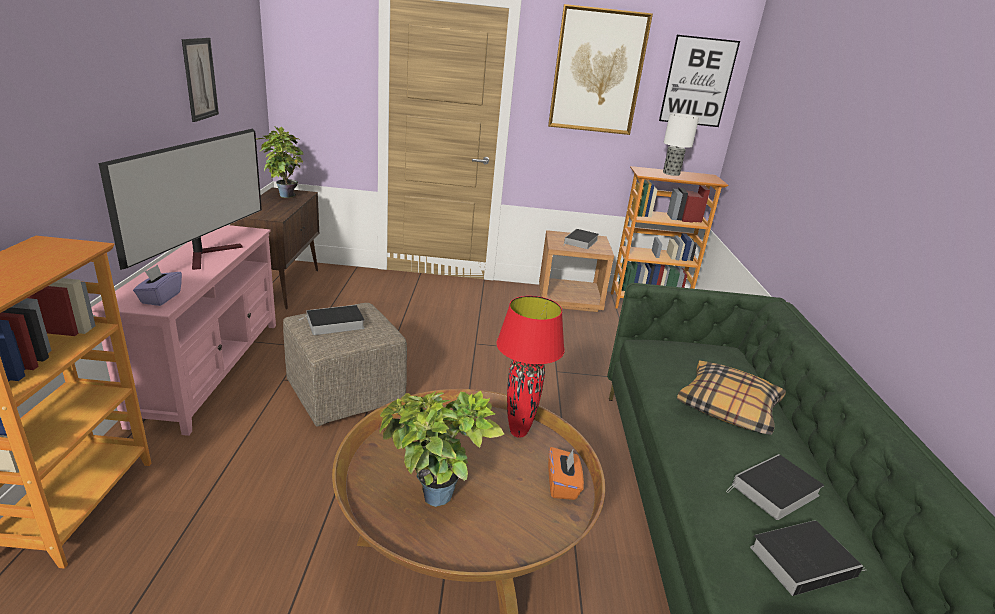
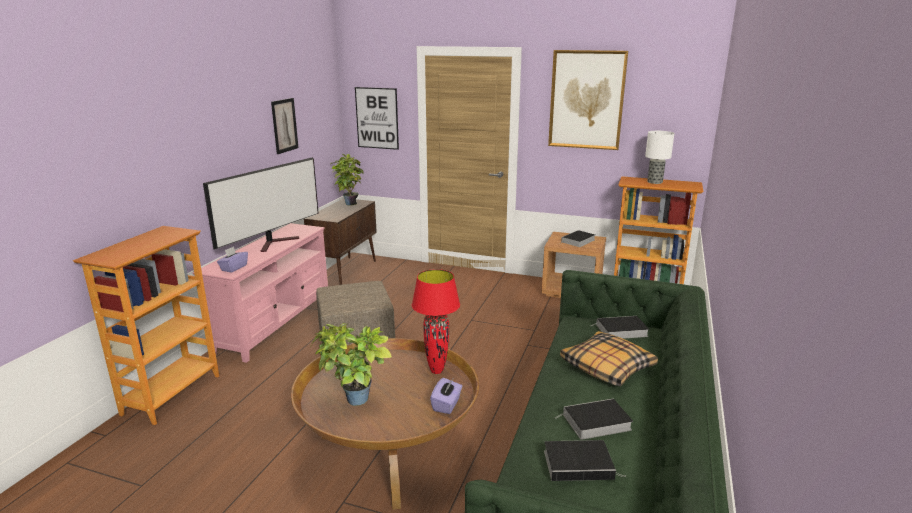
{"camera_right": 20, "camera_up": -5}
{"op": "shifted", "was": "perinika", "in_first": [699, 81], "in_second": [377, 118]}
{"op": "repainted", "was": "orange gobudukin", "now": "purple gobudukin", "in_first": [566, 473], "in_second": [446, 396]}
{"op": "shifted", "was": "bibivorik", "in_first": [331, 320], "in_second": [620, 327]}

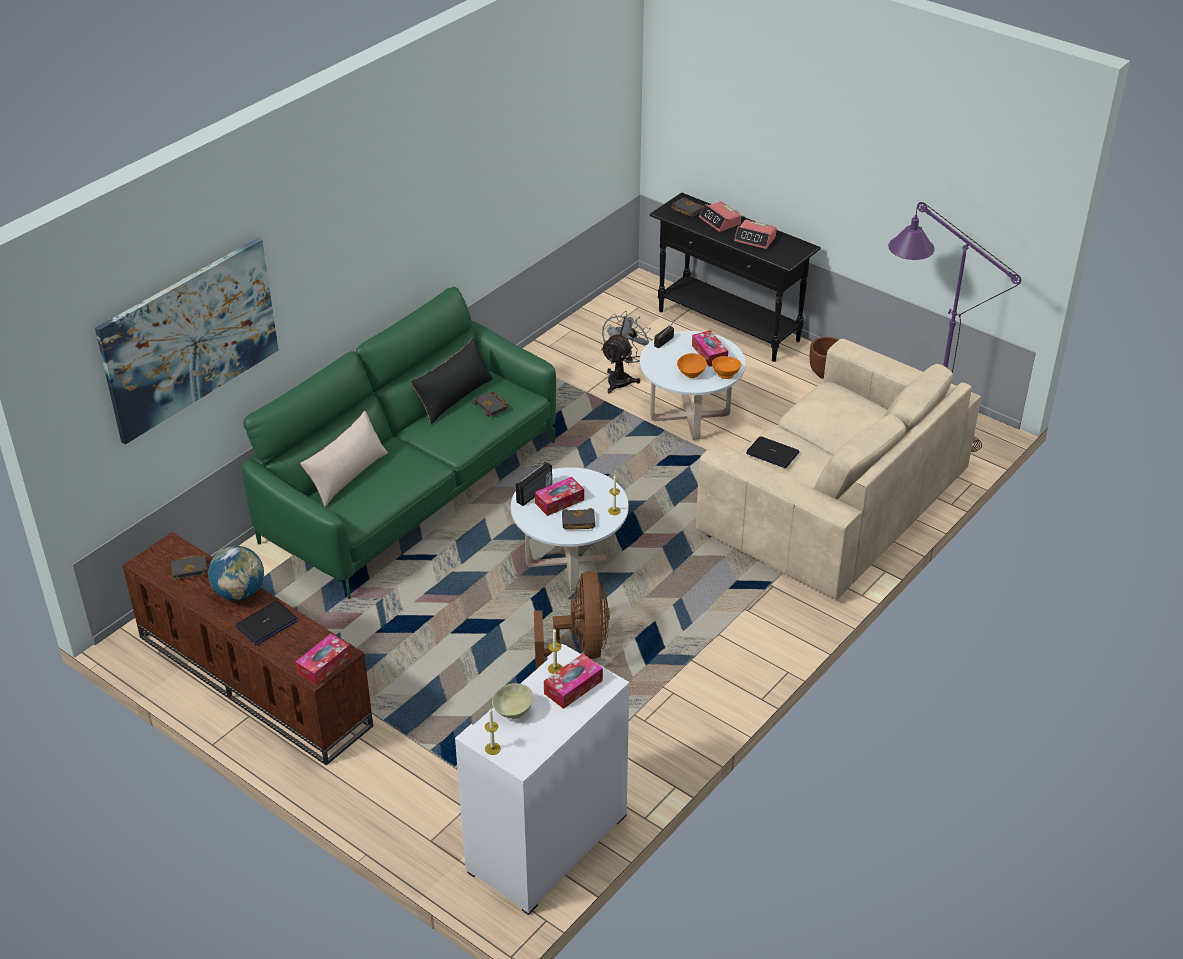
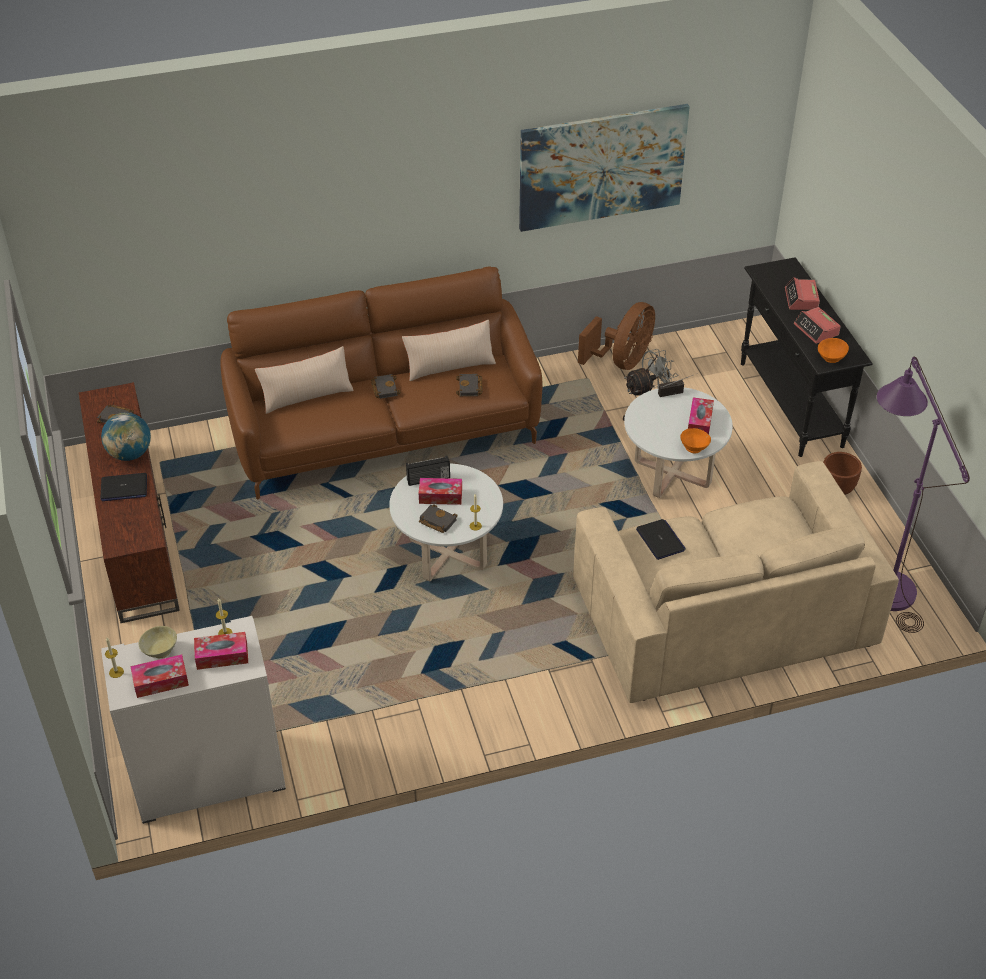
{"camera_right": 35, "camera_up": 5}
{"op": "shifted", "was": "gobudukin", "in_first": [323, 659], "in_second": [160, 676]}
{"op": "repainted", "was": "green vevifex", "now": "brown vevifex", "in_first": [399, 443], "in_second": [381, 382]}
{"op": "shifted", "was": "black bibivorik", "in_first": [687, 207], "in_second": [386, 386]}
{"op": "repainted", "was": "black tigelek", "now": "beige tigelek", "in_first": [452, 381], "in_second": [449, 350]}
{"op": "shifted", "was": "perinika", "in_first": [187, 341], "in_second": [604, 168]}
{"op": "shifted", "was": "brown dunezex", "in_first": [572, 620], "in_second": [616, 336]}
{"op": "shifted", "was": "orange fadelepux", "in_first": [692, 365], "in_second": [833, 350]}

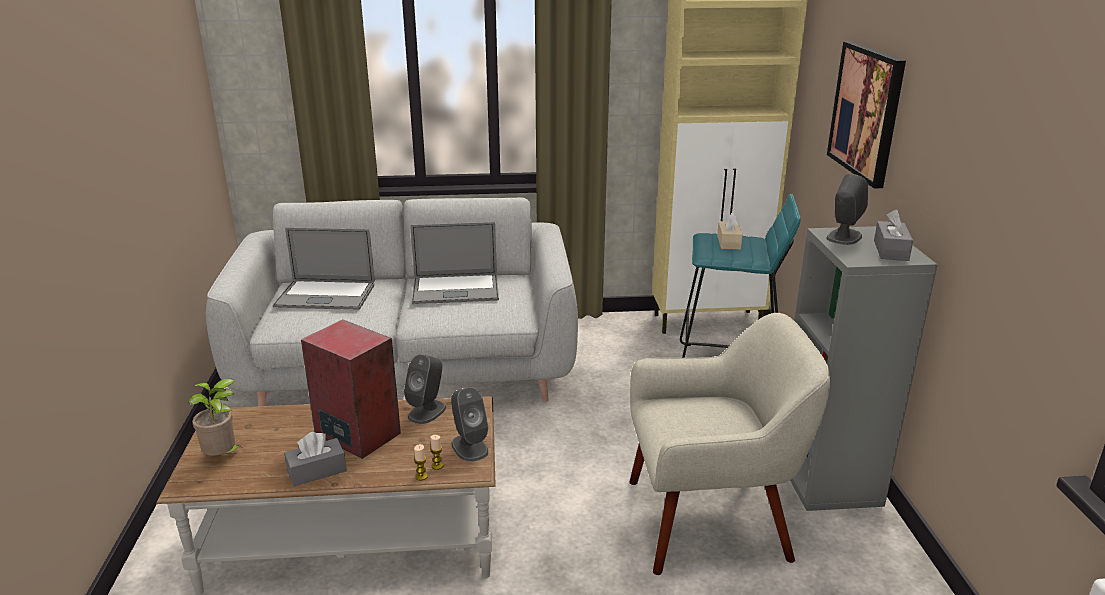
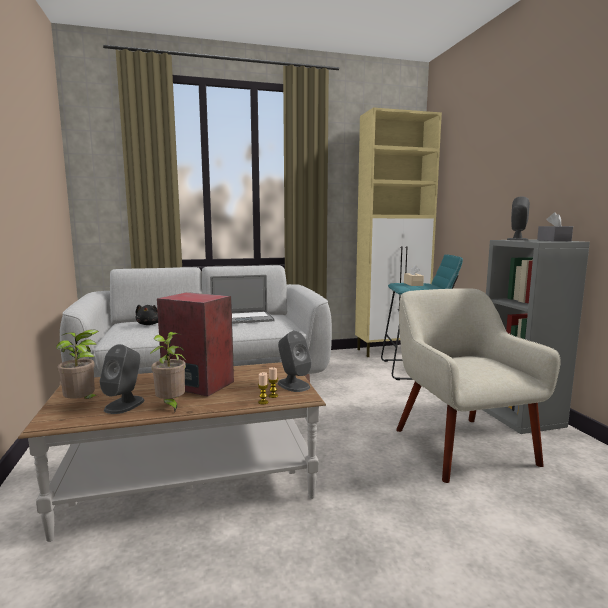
{"camera_right": -10, "camera_up": -15}
{"op": "shifted", "was": "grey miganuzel", "in_first": [425, 389], "in_second": [121, 379]}
{"op": "swapped", "was": "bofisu", "now": "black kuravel", "in_first": [324, 268], "in_second": [147, 315]}
{"op": "swapped", "was": "grey gobudukin", "now": "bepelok", "in_first": [315, 459], "in_second": [168, 372]}
{"op": "rotated", "was": "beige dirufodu", "in_first": [729, 444], "in_second": [478, 385], "clockwise": -90}
{"op": "gone", "was": "perinika", "in_first": [866, 114]}

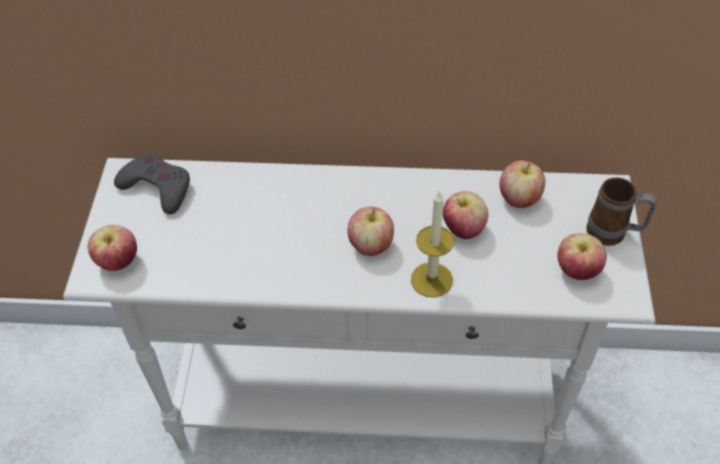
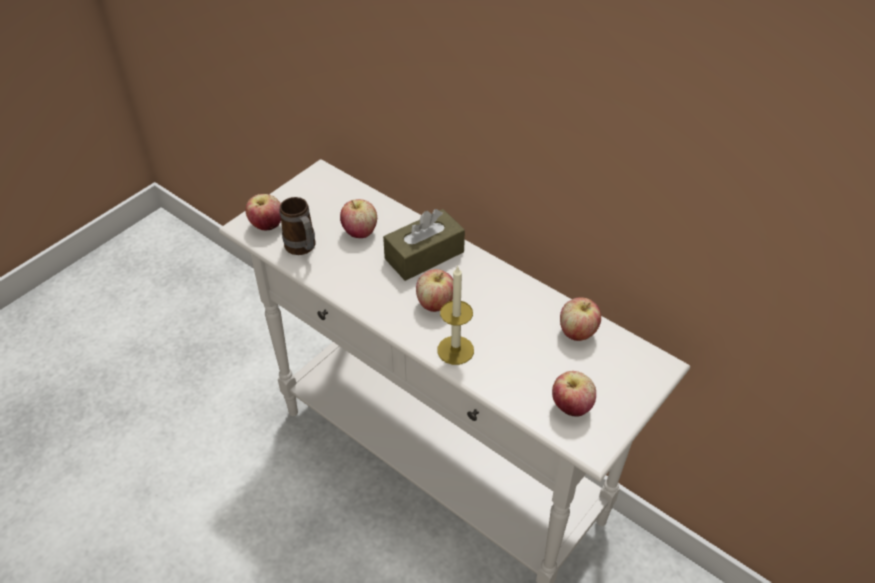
{"camera_right": 35, "camera_up": -5}
{"op": "shifted", "was": "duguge", "in_first": [621, 211], "in_second": [297, 226]}
{"op": "shifted", "was": "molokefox", "in_first": [465, 215], "in_second": [358, 218]}
{"op": "new", "now": "brown gobudukin", "in_second": [424, 245]}
{"op": "gone", "was": "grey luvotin", "in_first": [152, 184]}

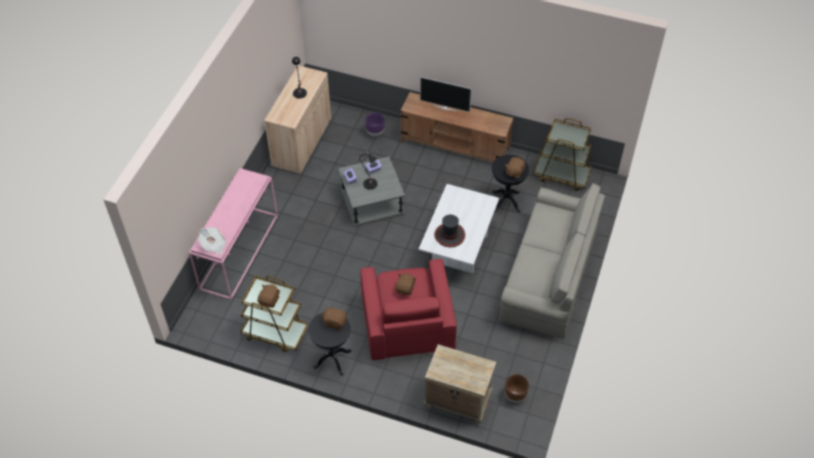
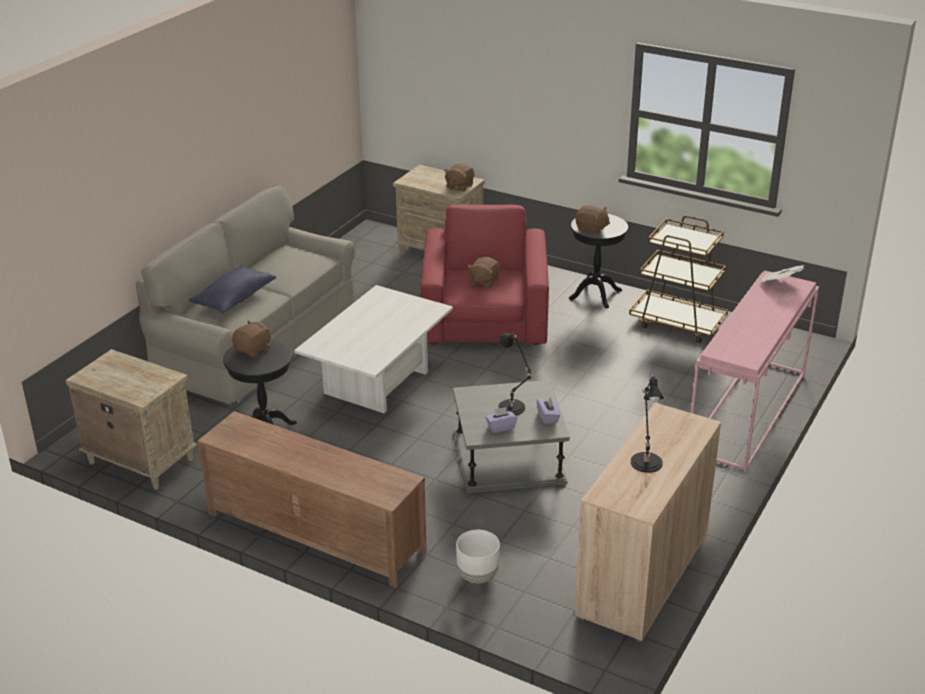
{"camera_right": -170, "camera_up": -20}
{"op": "swapped", "was": "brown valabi", "now": "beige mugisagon", "in_first": [562, 154], "in_second": [132, 419]}
{"op": "new", "now": "blue tigelek", "in_second": [232, 289]}
{"op": "shifted", "was": "brown kuravel", "in_first": [269, 296], "in_second": [459, 177]}
{"op": "repainted", "was": "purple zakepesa", "now": "white zakepesa", "in_first": [375, 124], "in_second": [478, 557]}
{"op": "gone", "was": "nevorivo", "in_first": [446, 94]}
{"op": "gone", "was": "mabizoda", "in_first": [449, 231]}
{"op": "gone", "was": "brown zakepesa", "in_first": [517, 388]}

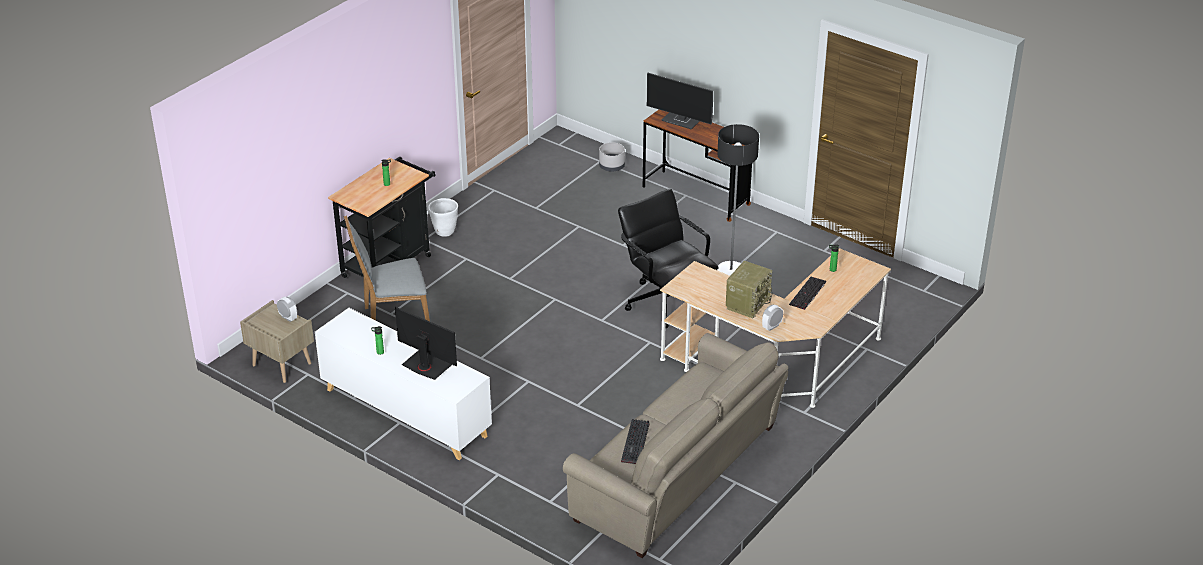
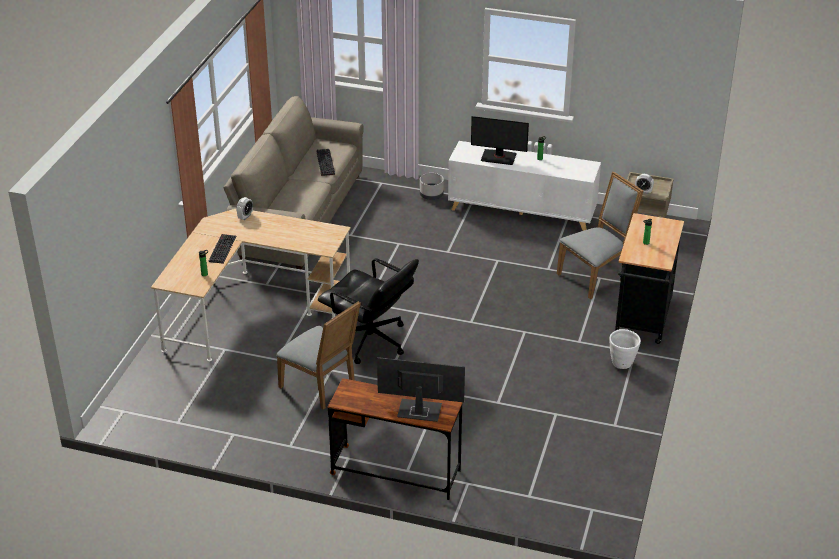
{"camera_right": 160, "camera_up": 0}
{"op": "swapped", "was": "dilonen", "now": "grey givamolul", "in_first": [738, 200], "in_second": [318, 355]}
{"op": "shifted", "was": "grey zakepesa", "in_first": [612, 157], "in_second": [432, 186]}
{"op": "gone", "was": "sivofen", "in_first": [749, 289]}

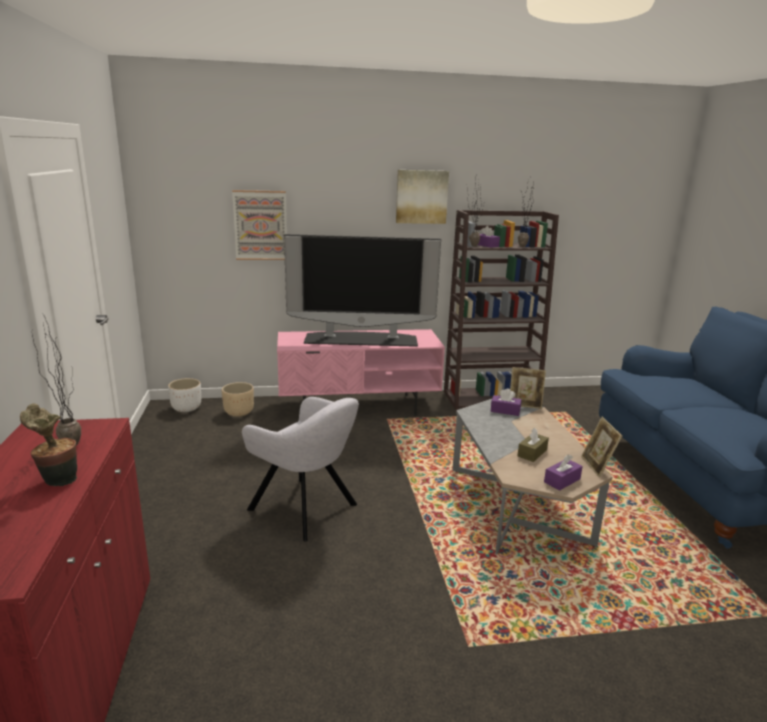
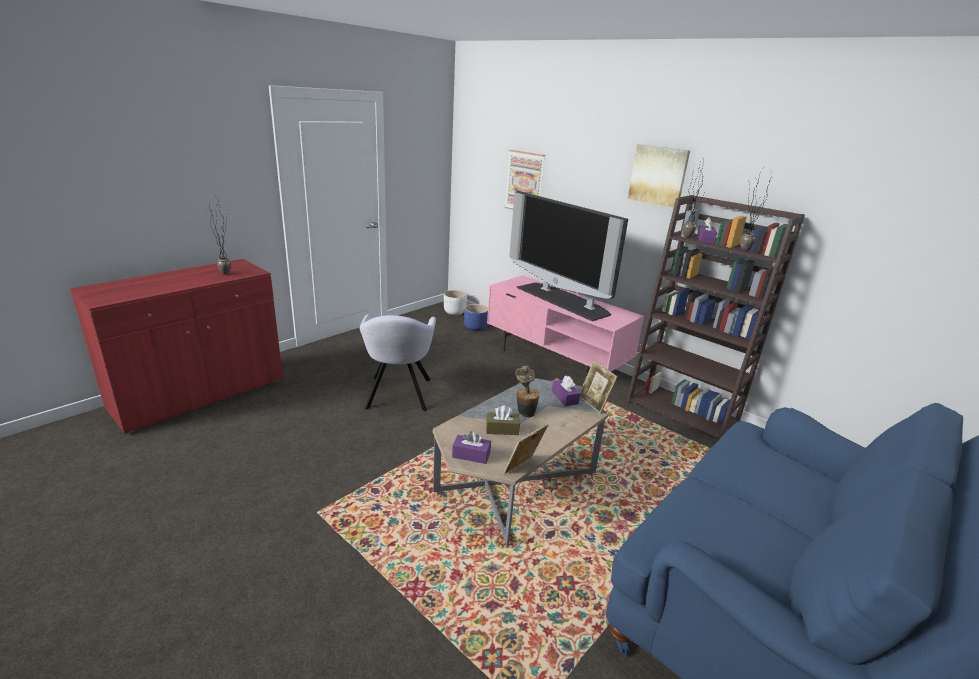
{"camera_right": 50, "camera_up": 5}
{"op": "repainted", "was": "beige zakepesa", "now": "blue zakepesa", "in_first": [238, 399], "in_second": [476, 317]}
{"op": "shifted", "was": "bepelok", "in_first": [48, 444], "in_second": [527, 391]}

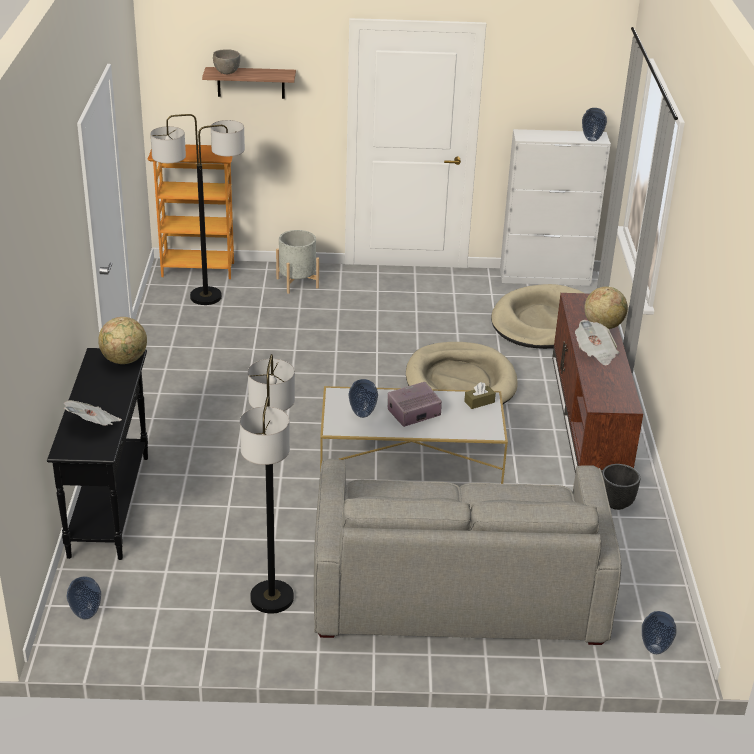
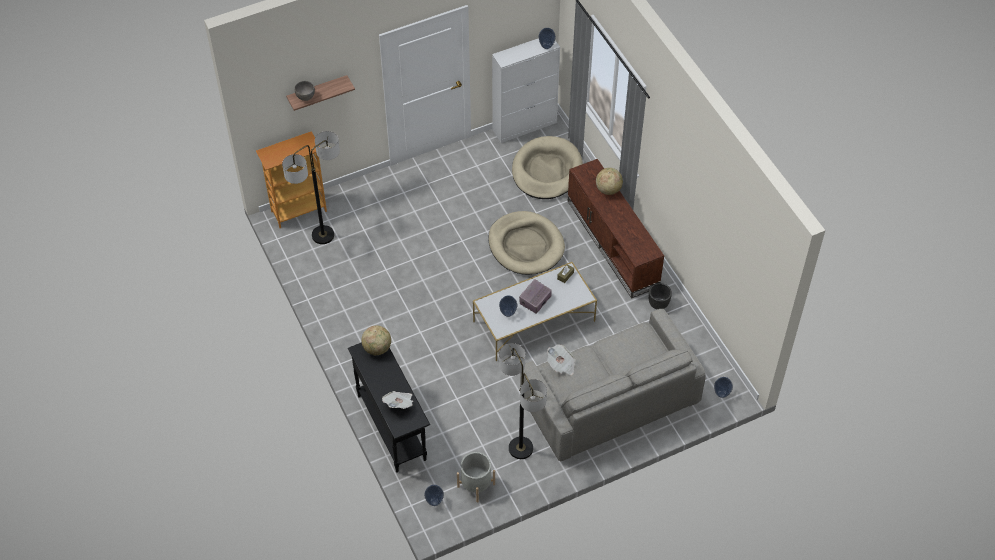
{"camera_right": -25, "camera_up": 20}
{"op": "shifted", "was": "grey zakepesa", "in_first": [297, 262], "in_second": [476, 477]}
{"op": "shifted", "was": "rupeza", "in_first": [597, 343], "in_second": [561, 359]}

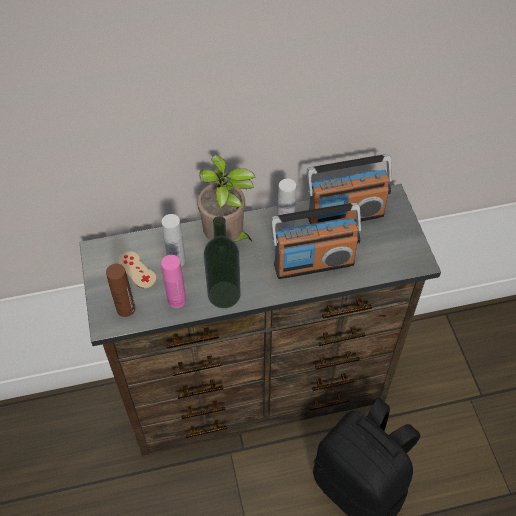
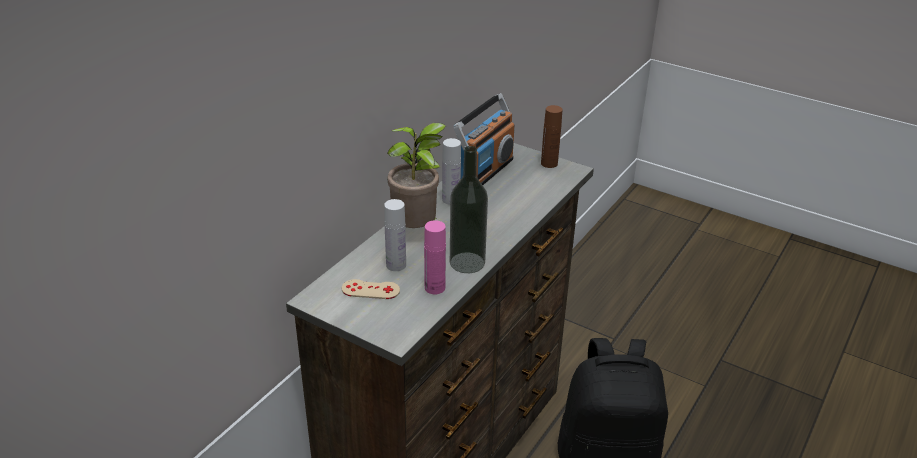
{"camera_right": -45, "camera_up": -20}
{"op": "shifted", "was": "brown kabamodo", "in_first": [120, 290], "in_second": [551, 136]}
{"op": "gone", "was": "sivofen", "in_first": [316, 241]}

